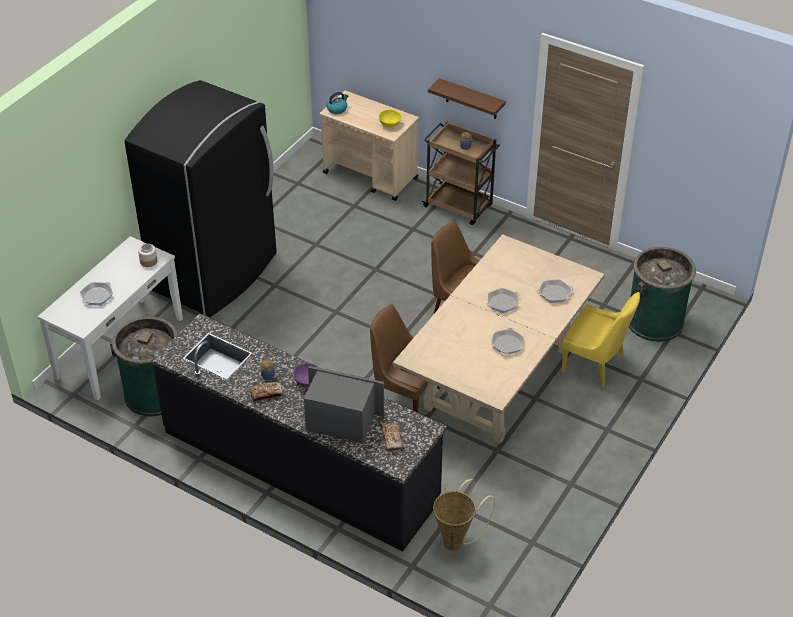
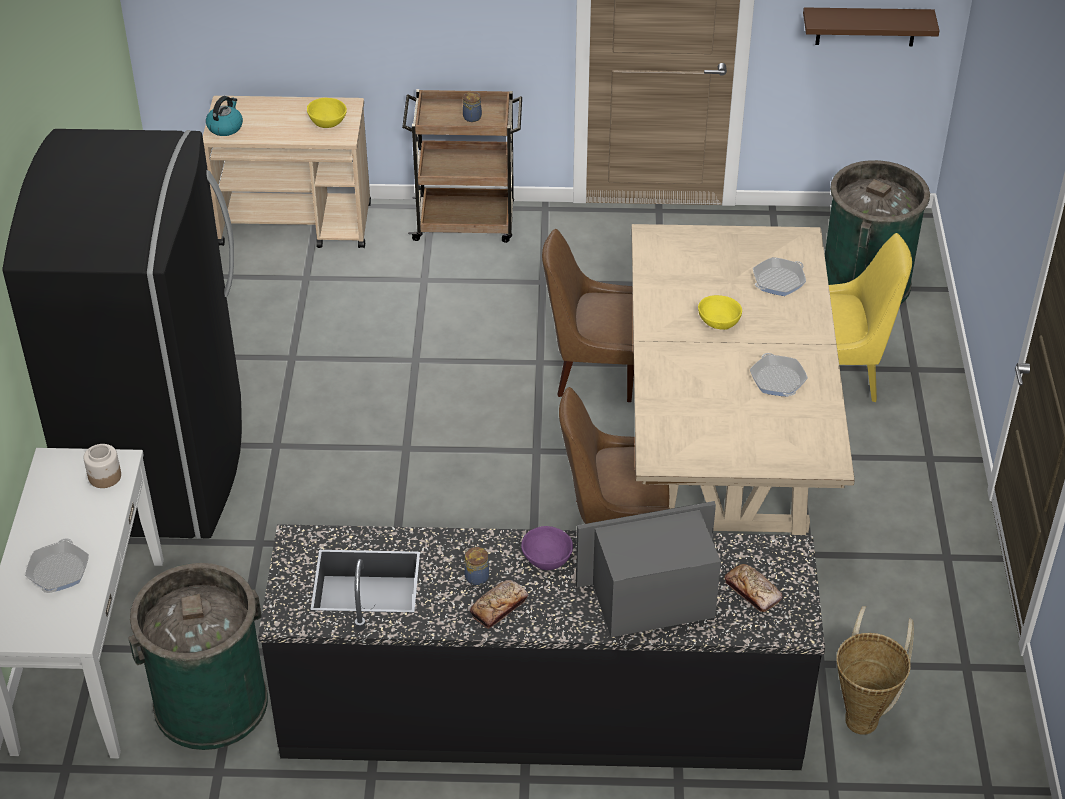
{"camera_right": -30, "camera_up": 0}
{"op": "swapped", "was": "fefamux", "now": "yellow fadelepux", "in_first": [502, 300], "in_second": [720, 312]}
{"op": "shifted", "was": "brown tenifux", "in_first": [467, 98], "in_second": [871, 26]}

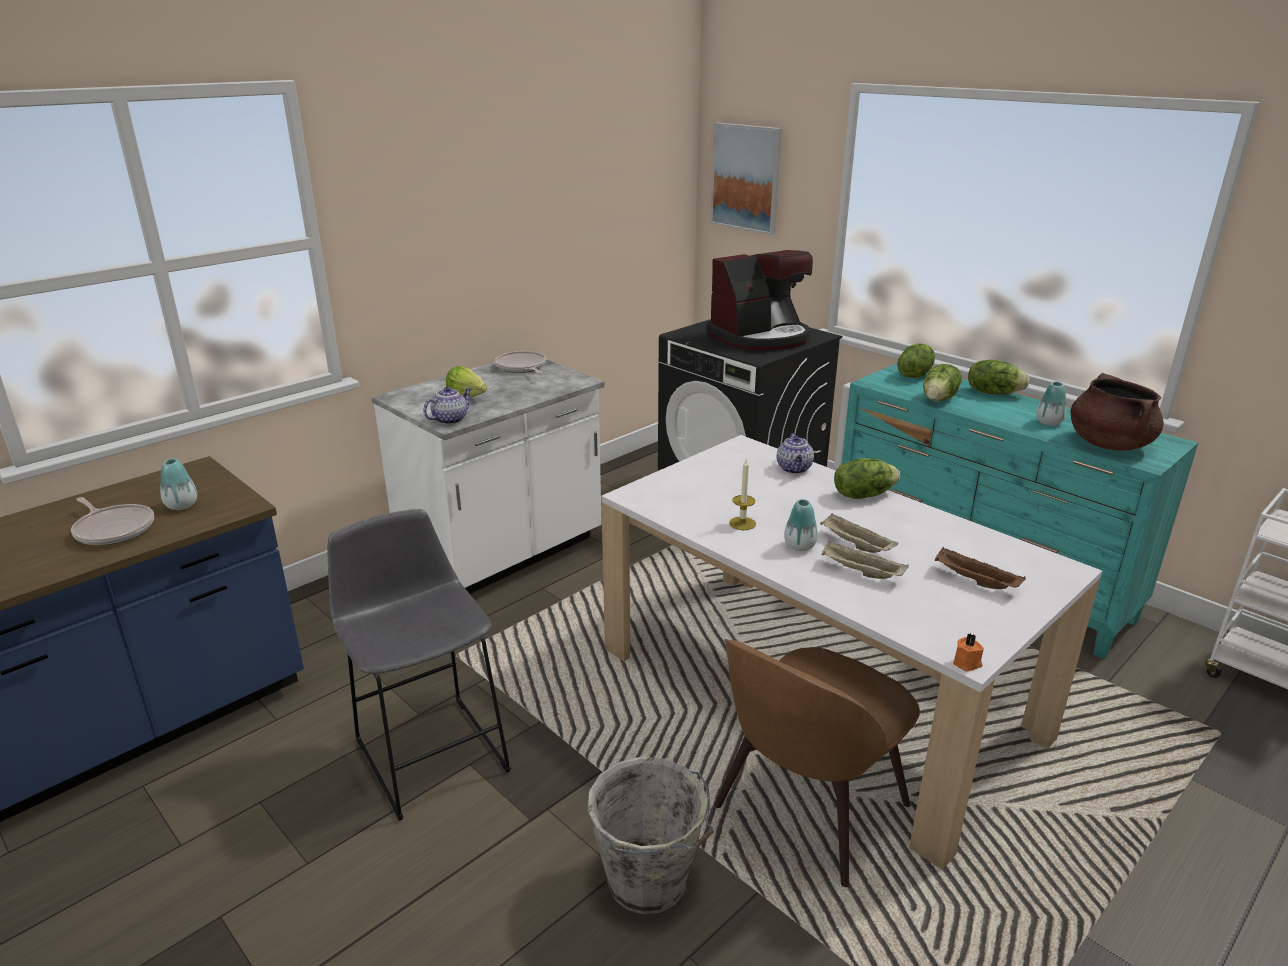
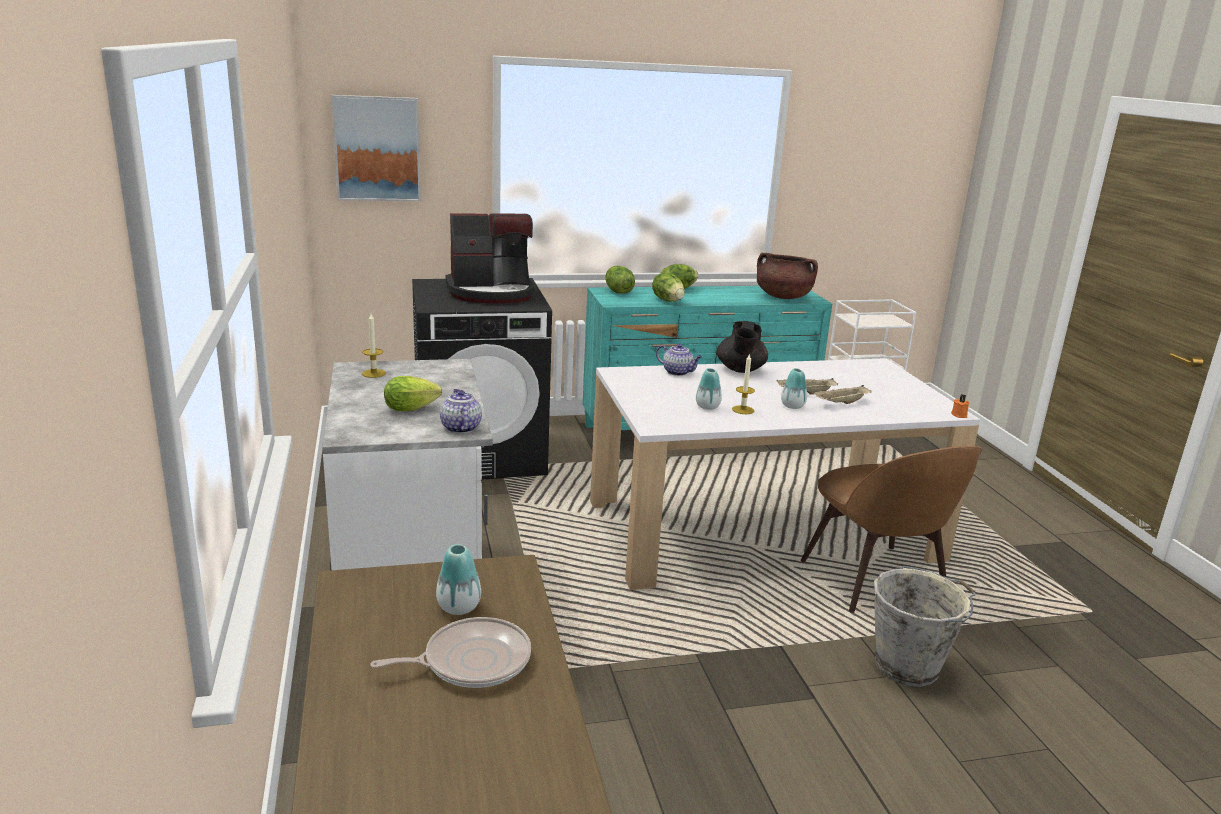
{"camera_right": -60, "camera_up": -5}
{"op": "swapped", "was": "fefamux", "now": "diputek", "in_first": [520, 362], "in_second": [374, 346]}
{"op": "rotated", "was": "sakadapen", "in_first": [759, 300], "in_second": [490, 258], "clockwise": 75}
{"op": "shifted", "was": "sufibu", "in_first": [1051, 403], "in_second": [709, 389]}
{"op": "swapped", "was": "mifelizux", "now": "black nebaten", "in_first": [867, 478], "in_second": [742, 347]}
{"op": "gone", "was": "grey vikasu", "in_first": [419, 665]}
{"op": "gone", "was": "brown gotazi", "in_first": [980, 568]}

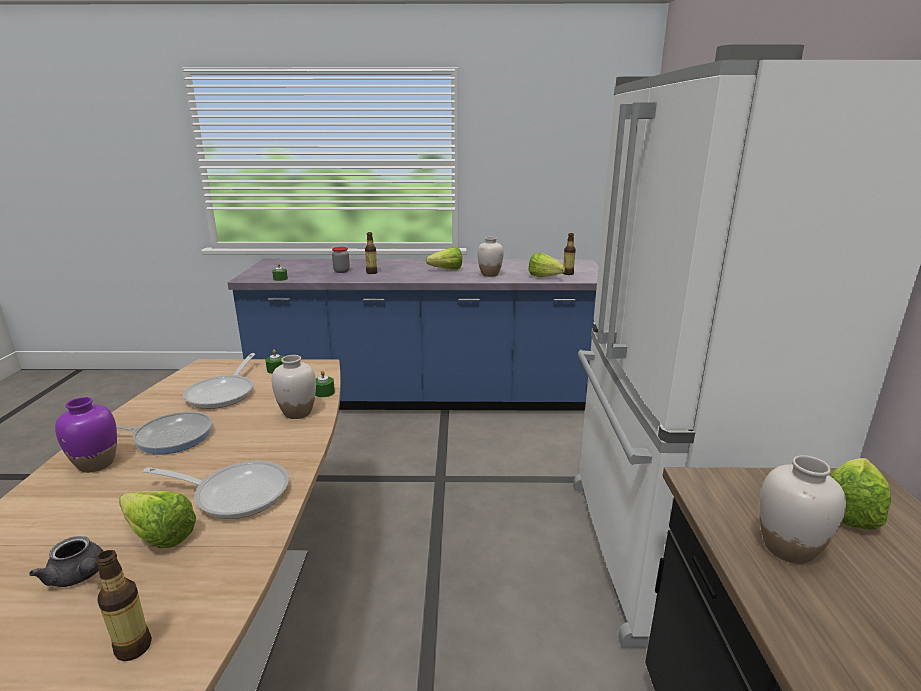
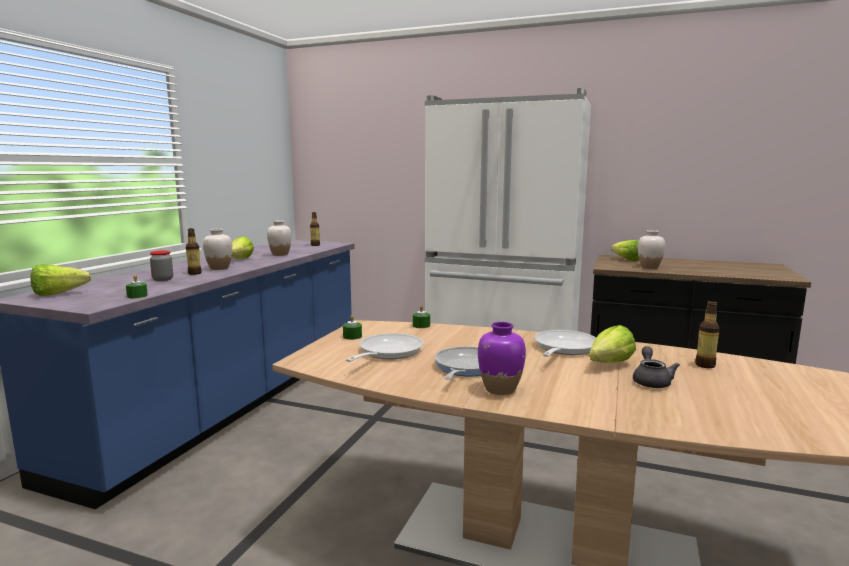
{"camera_right": -70, "camera_up": -10}
{"op": "shifted", "was": "mifelizux", "in_first": [546, 264], "in_second": [60, 280]}
{"op": "shifted", "was": "white sufibu", "in_first": [294, 387], "in_second": [217, 249]}
{"op": "rotated", "was": "fefamux", "in_first": [219, 381], "in_second": [385, 347], "clockwise": -90}
{"op": "rotated", "was": "grey nebaten", "in_first": [66, 561], "in_second": [656, 367], "clockwise": -45}

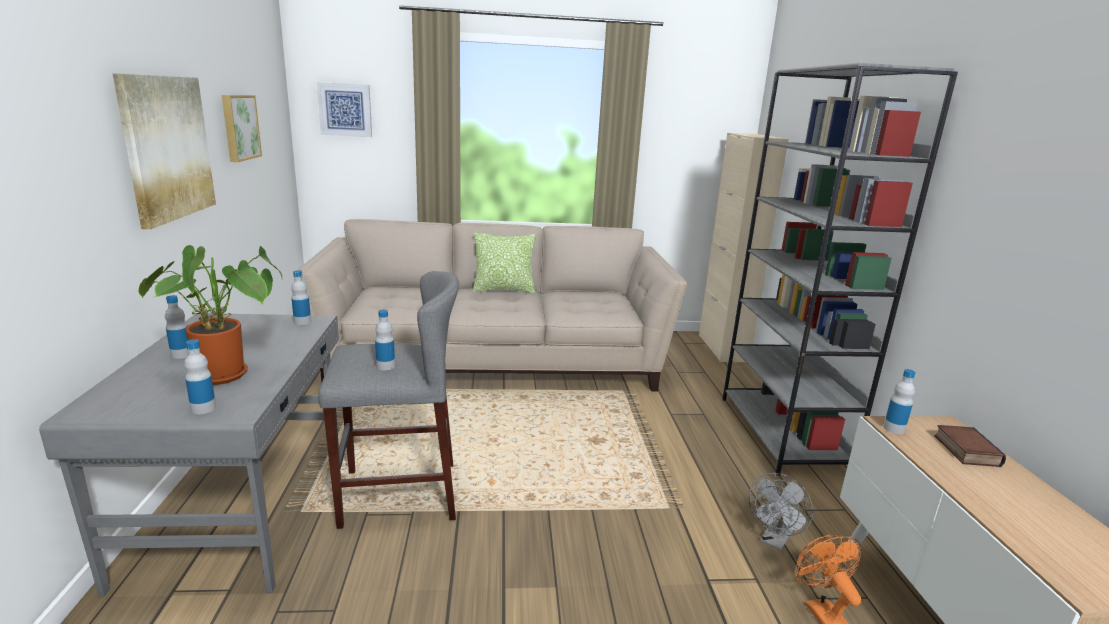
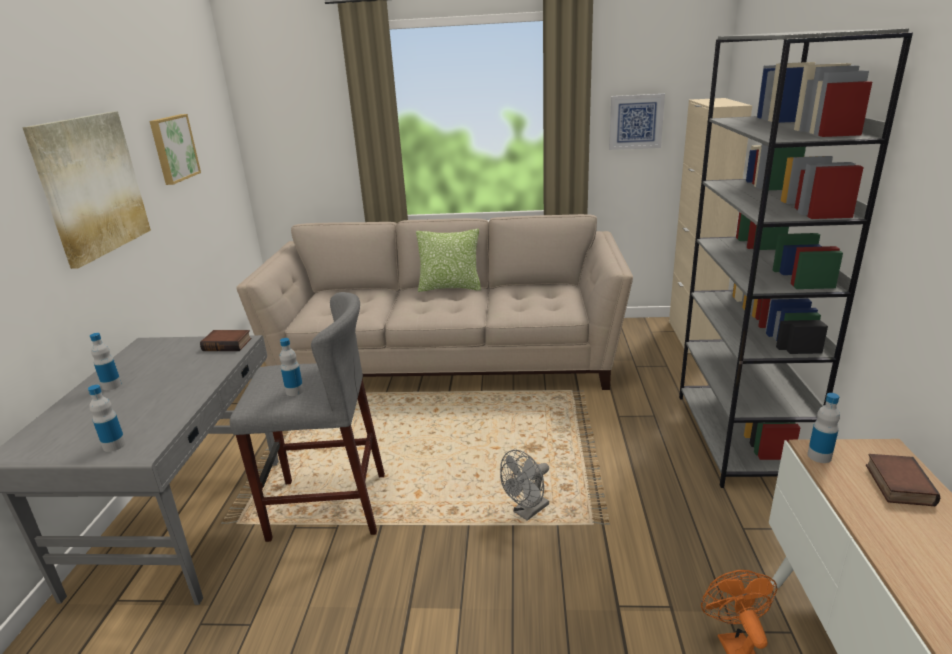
{"camera_right": 10, "camera_up": 5}
{"op": "swapped", "was": "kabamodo", "now": "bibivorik", "in_first": [301, 297], "in_second": [226, 340]}
{"op": "shifted", "was": "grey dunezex", "in_first": [781, 512], "in_second": [524, 485]}
{"op": "shifted", "was": "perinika", "in_first": [344, 109], "in_second": [637, 122]}
{"op": "gone", "was": "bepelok", "in_first": [210, 315]}

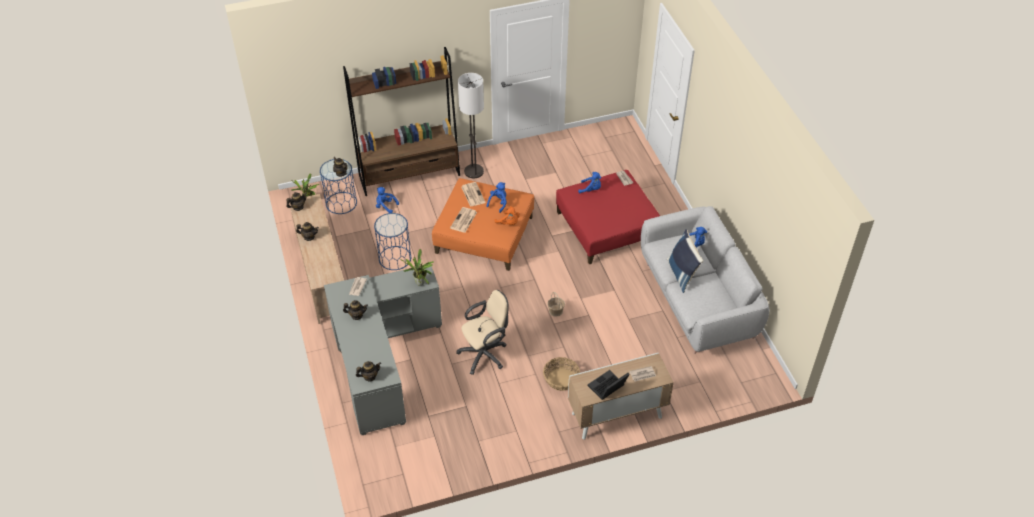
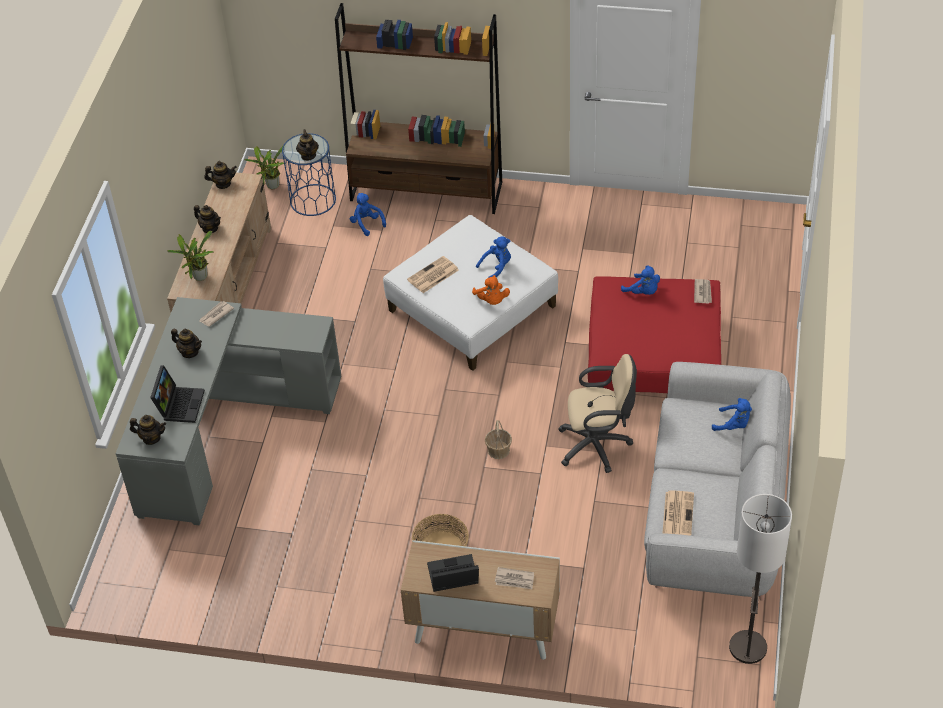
{"camera_right": 30, "camera_up": 0}
{"op": "new", "now": "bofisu", "in_second": [177, 394]}
{"op": "shifted", "was": "bepelok", "in_first": [416, 267], "in_second": [191, 256]}
{"op": "repainted", "was": "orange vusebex", "now": "white vusebex", "in_first": [483, 224], "in_second": [470, 293]}
{"op": "shifted", "was": "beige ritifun", "in_first": [482, 332], "in_second": [597, 413]}
{"op": "shifted", "was": "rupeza", "in_first": [473, 194], "in_second": [678, 513]}
{"op": "shifted", "was": "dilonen", "in_first": [471, 126], "in_second": [760, 579]}
{"op": "gone", "was": "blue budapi", "in_first": [392, 241]}
{"op": "gone", "was": "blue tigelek", "in_first": [685, 261]}

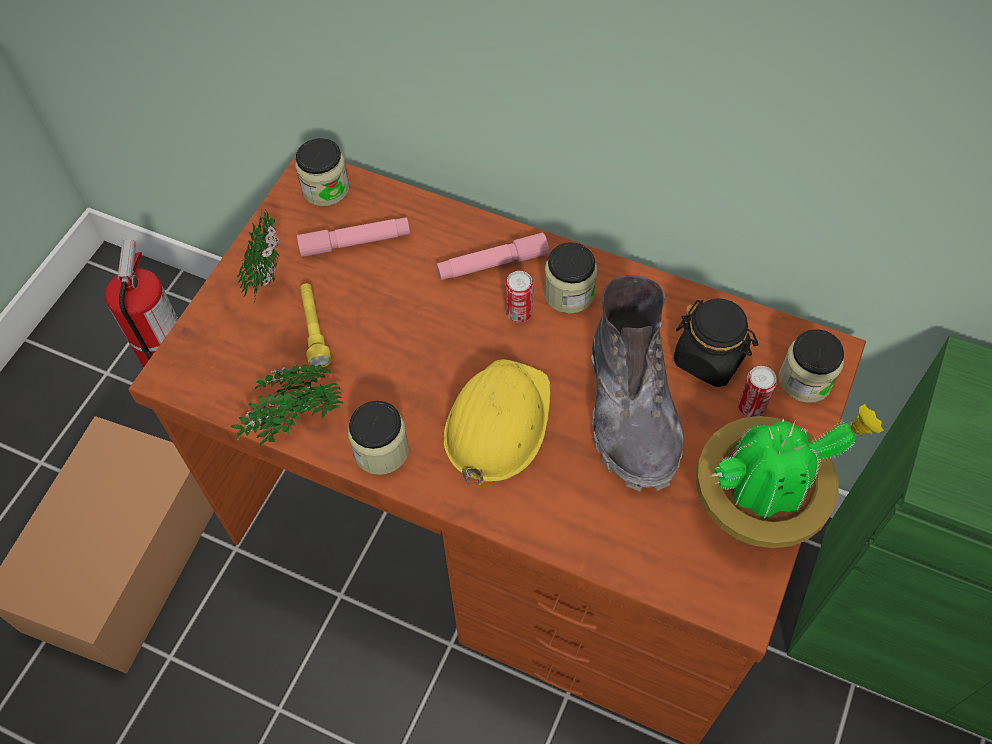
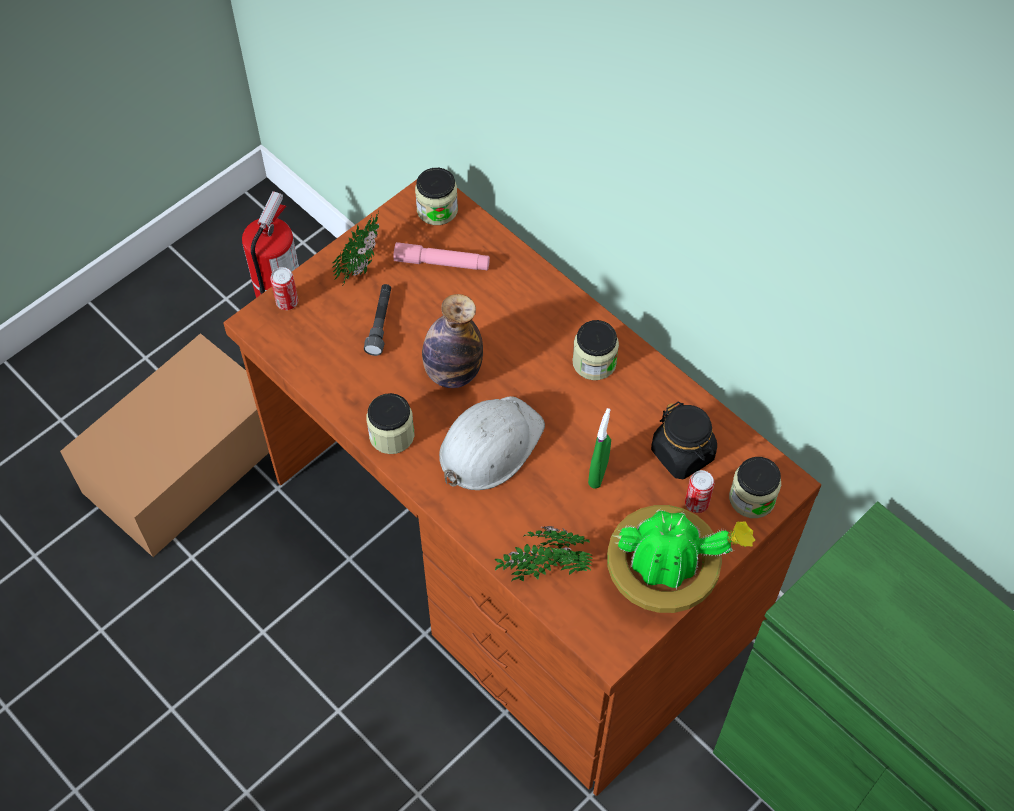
{"camera_right": 20, "camera_up": 0}
{"op": "shifted", "was": "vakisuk", "in_first": [519, 296], "in_second": [284, 288]}
{"op": "repainted", "was": "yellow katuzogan", "now": "grey katuzogan", "in_first": [315, 325], "in_second": [377, 320]}
{"op": "new", "now": "kabamodo", "in_second": [452, 341]}
{"op": "repainted", "was": "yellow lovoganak", "now": "white lovoganak", "in_first": [497, 422], "in_second": [492, 443]}
{"op": "shifted", "was": "bepelok", "in_first": [287, 405], "in_second": [543, 554]}
{"op": "swapped", "was": "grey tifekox", "now": "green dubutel", "in_first": [637, 383], "in_second": [599, 448]}
{"op": "gone", "was": "pink katuzogan", "in_first": [492, 256]}

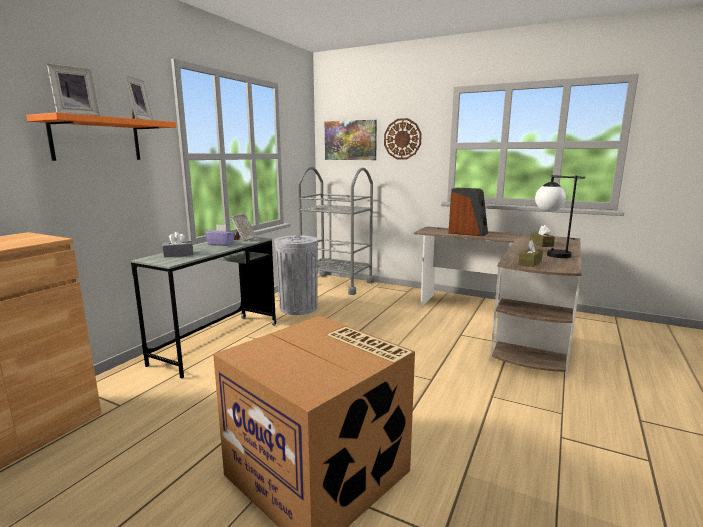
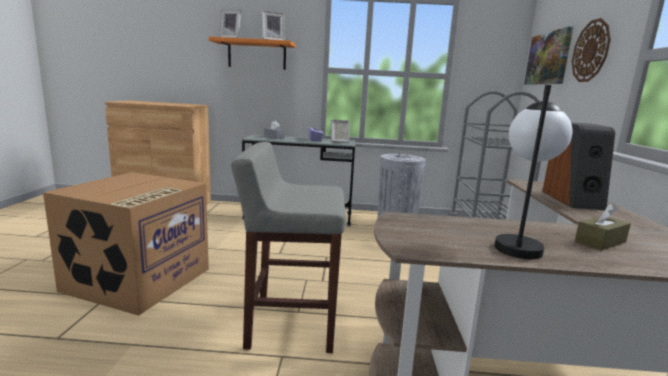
{"camera_right": 65, "camera_up": 0}
{"op": "new", "now": "grey vikasu", "in_second": [288, 247]}
{"op": "gone", "was": "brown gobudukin", "in_first": [530, 253]}

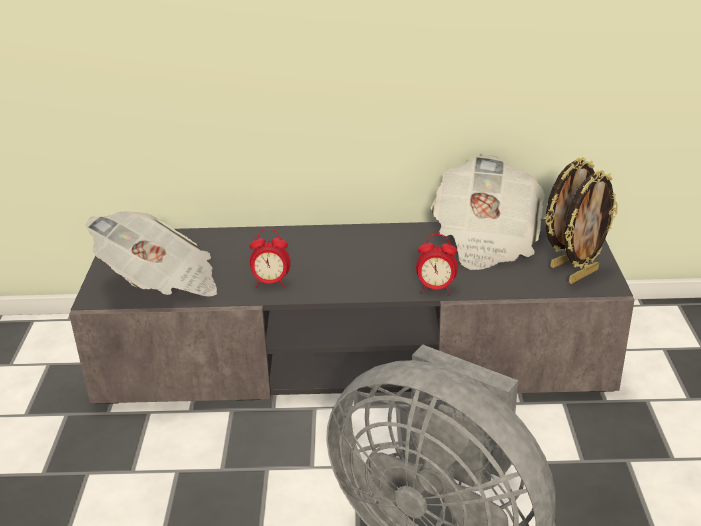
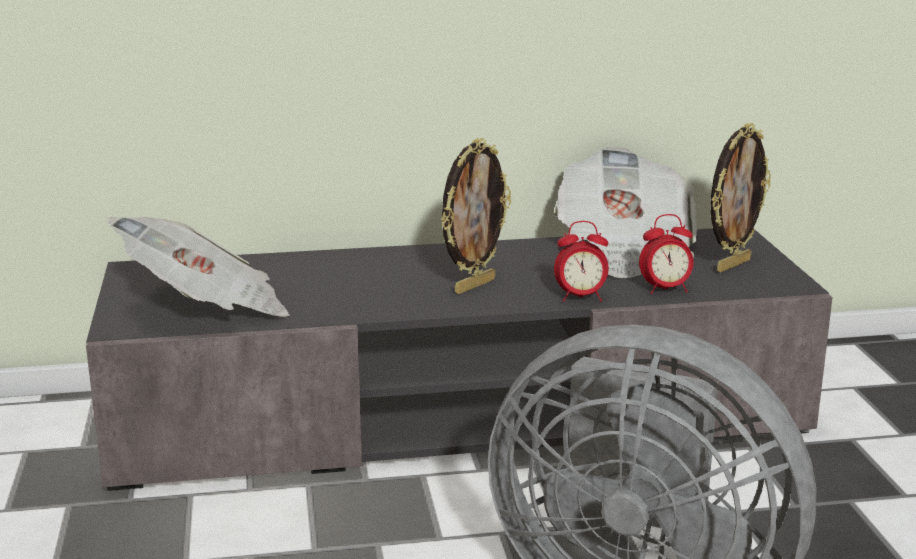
{"camera_right": -10, "camera_up": -10}
{"op": "shifted", "was": "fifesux", "in_first": [591, 227], "in_second": [476, 216]}
{"op": "shifted", "was": "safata", "in_first": [270, 258], "in_second": [666, 254]}

